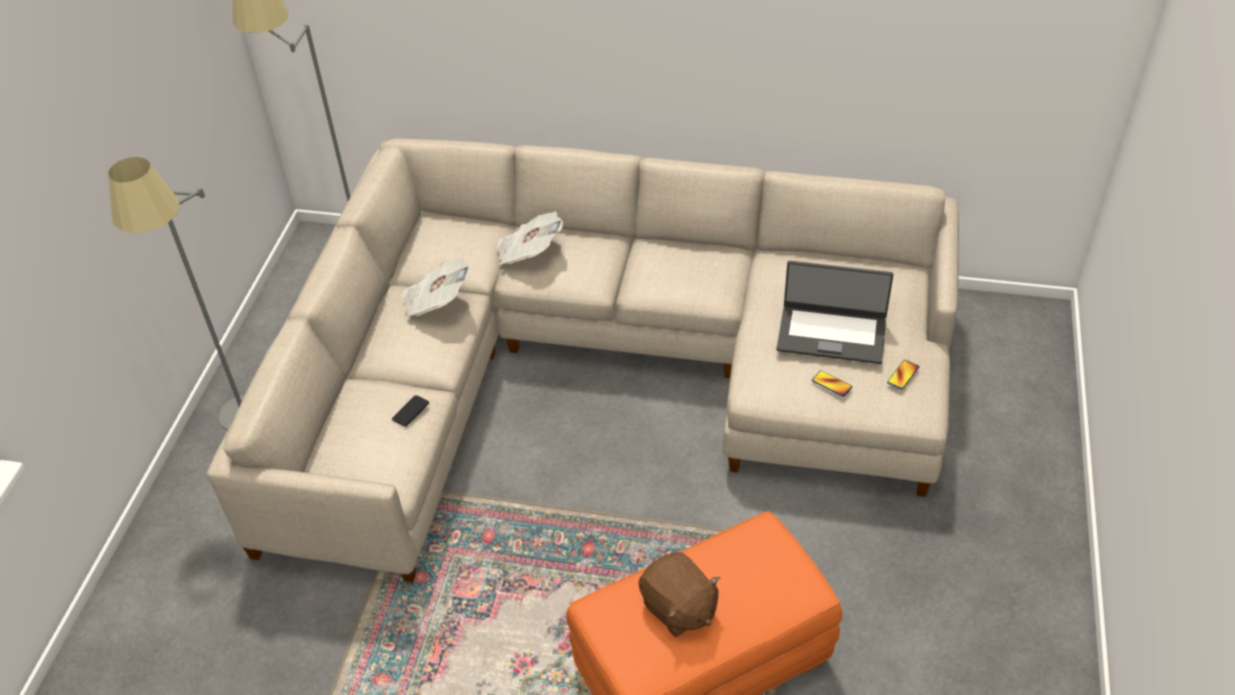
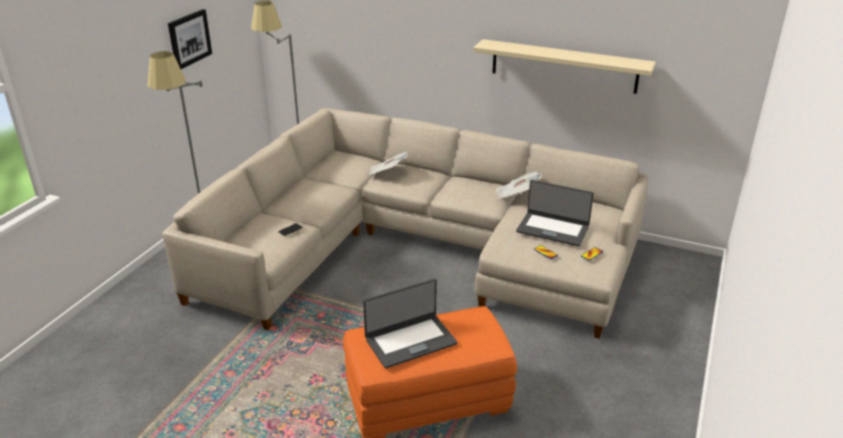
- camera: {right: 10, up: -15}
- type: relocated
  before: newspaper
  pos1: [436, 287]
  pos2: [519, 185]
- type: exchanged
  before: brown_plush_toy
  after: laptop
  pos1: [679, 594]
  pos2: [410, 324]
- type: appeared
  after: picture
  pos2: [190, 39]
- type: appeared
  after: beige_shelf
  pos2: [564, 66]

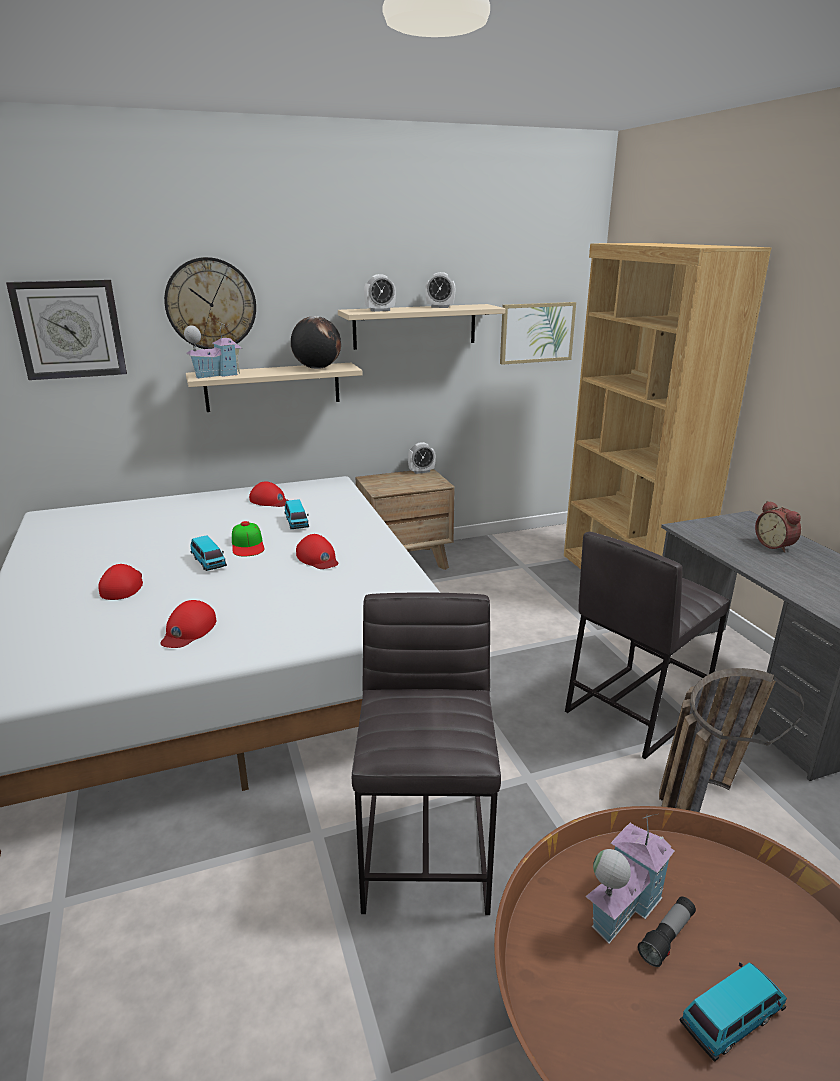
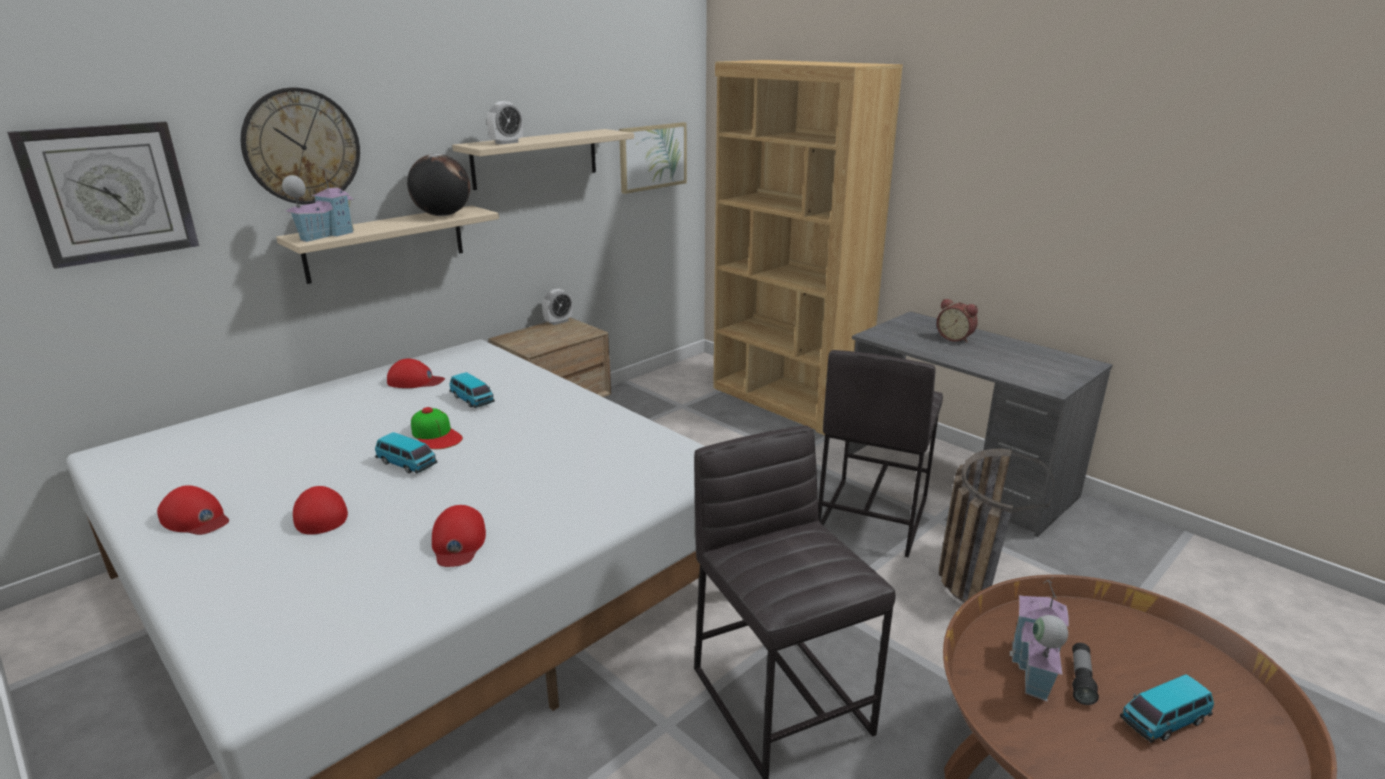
- camera: {right: -25, up: 0}
- type: relocated
  before: red_cap
  pos1: [317, 551]
  pos2: [193, 510]
- type: missing
  before: alarm_clock
  pos1: [440, 290]
- type: spun
  before: toy_car
  pos1: [733, 1012]
  pos2: [1167, 708]
  turn: -150

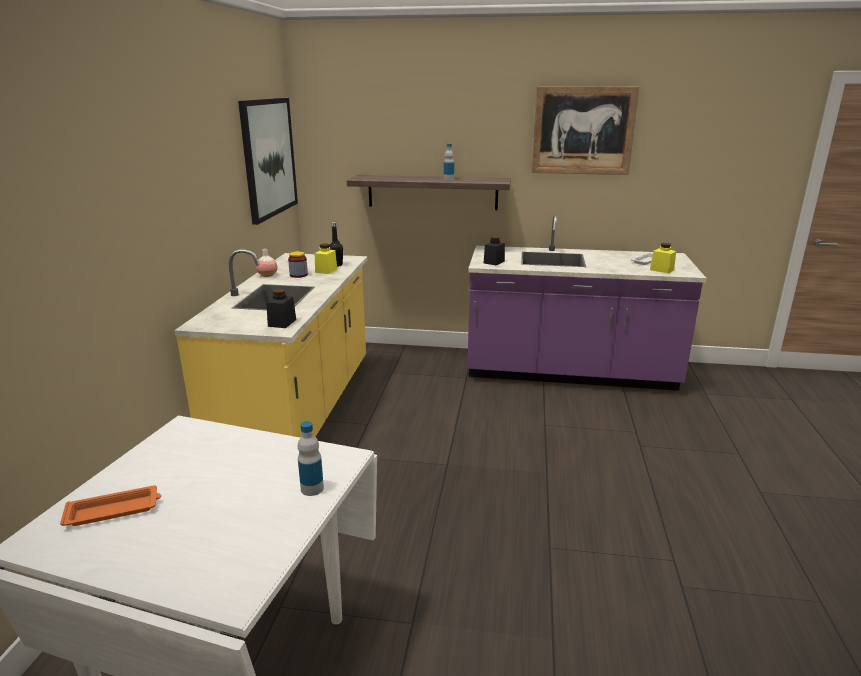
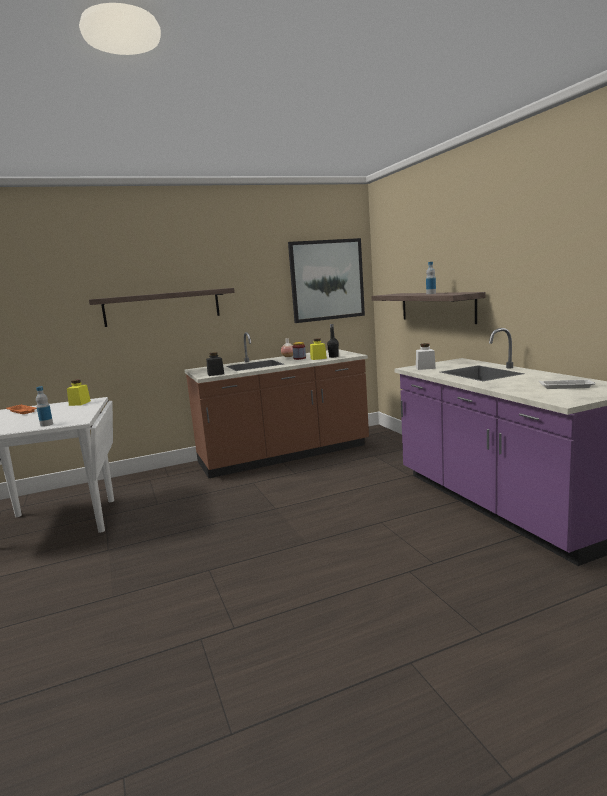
- camera: {right: 60, up: -10}
- type: colour
  before: yellow_counter
  after: brown_counter
  pos1: [270, 343]
  pos2: [277, 405]
- type: colour
  before: black_jar
  after: white_jar
  pos1: [494, 250]
  pos2: [426, 356]
- type: missing
  before: picture
  pos1: [585, 130]
- type: relocated
  before: yellow_jar
  pos1: [663, 258]
  pos2: [79, 392]
- type: appeared
  after: shelf
  pos2: [162, 307]

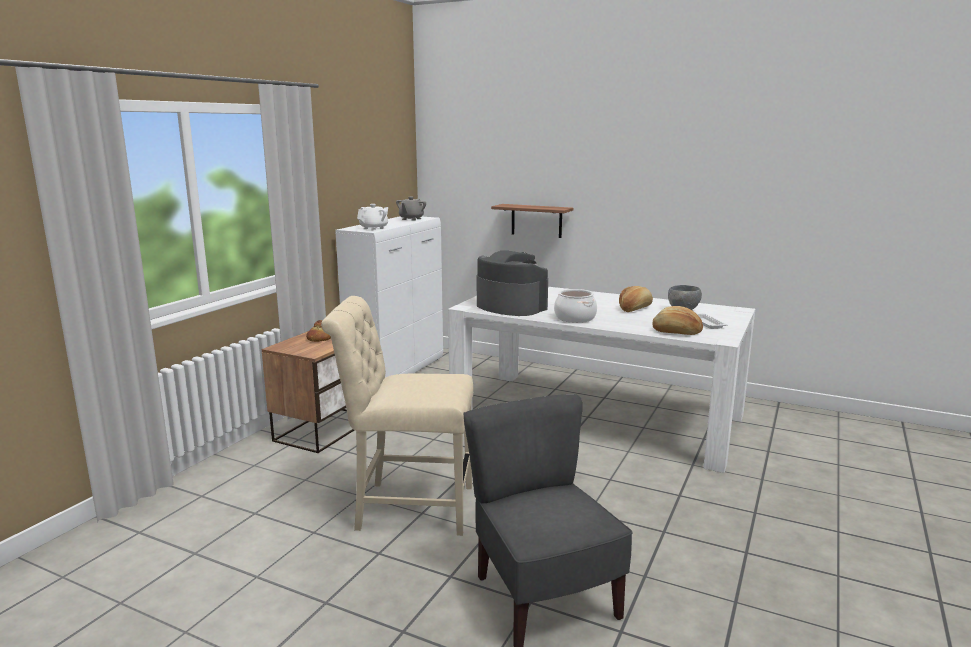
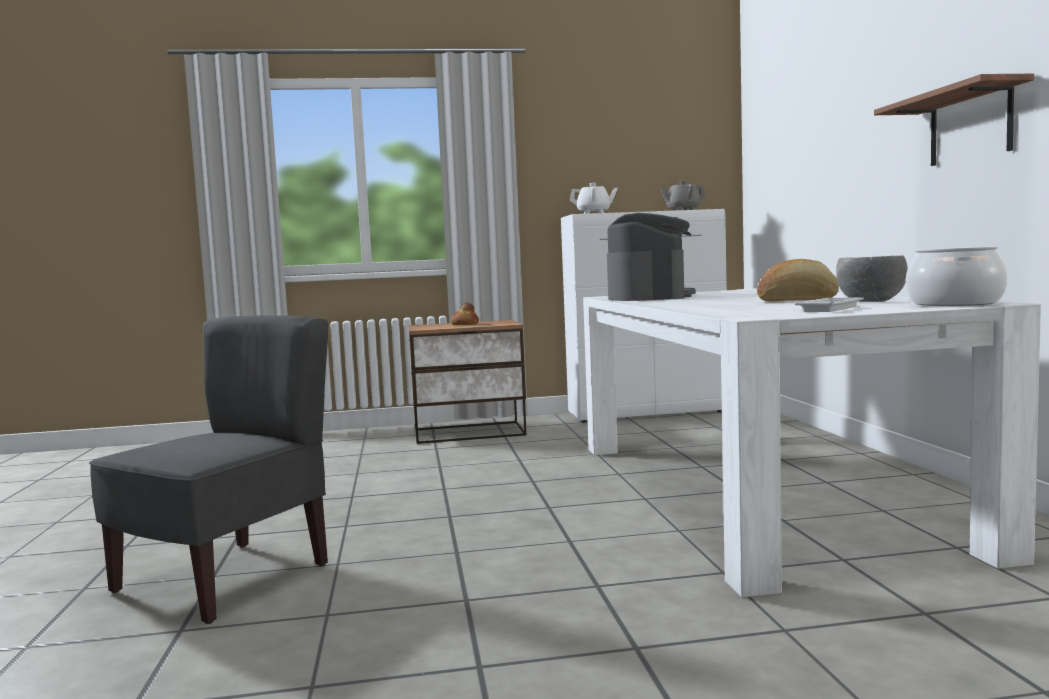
- camera: {right: 55, up: -10}
- type: missing
  before: beige_chair
  pos1: [397, 416]
- type: relocated
  before: shelf
  pos1: [532, 221]
  pos2: [954, 120]
- type: relocated
  before: cooking_pot
  pos1: [575, 306]
  pos2: [957, 276]
- type: missing
  before: bread
  pos1: [678, 320]

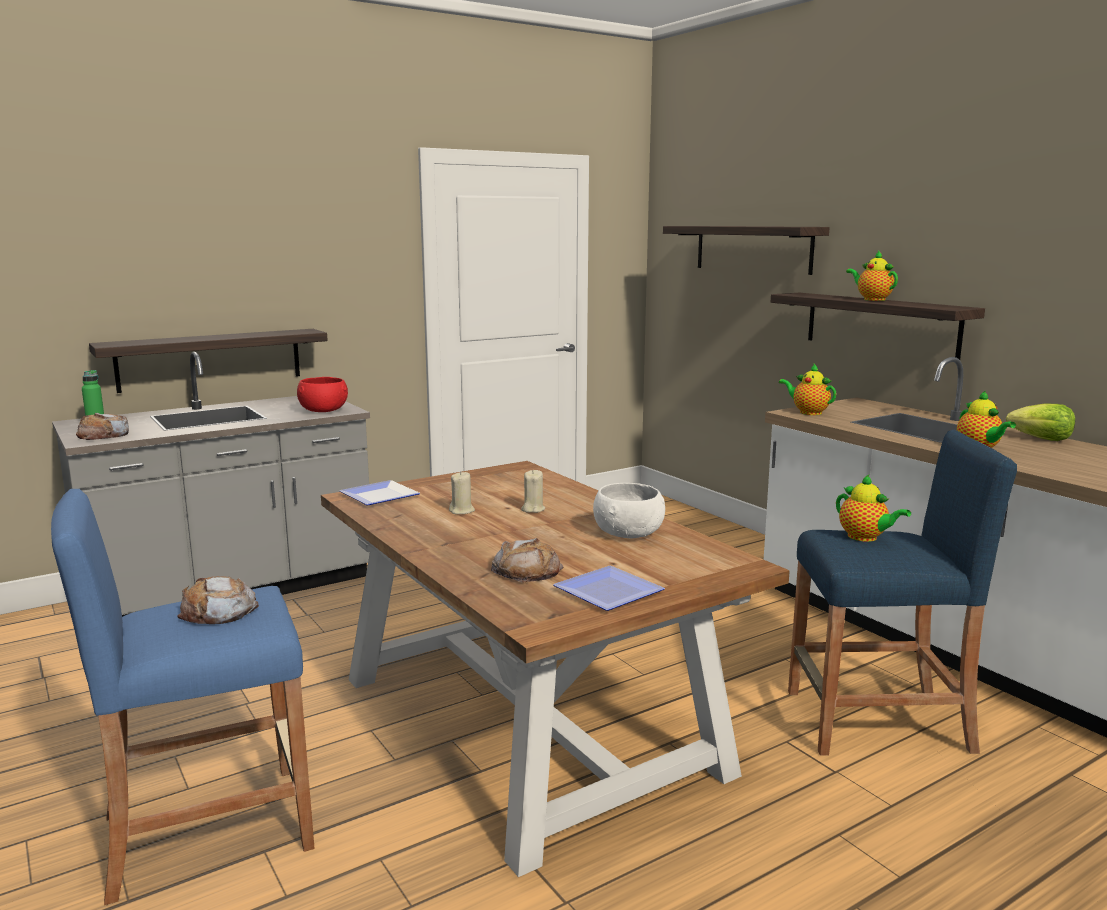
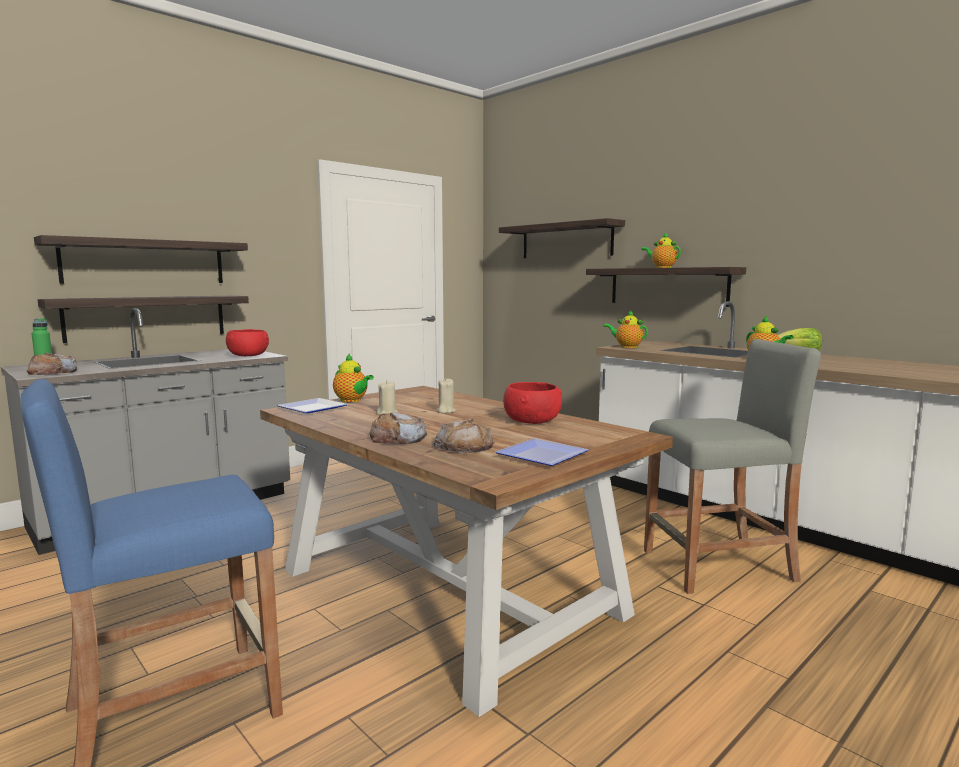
- camera: {right: -10, up: -5}
- type: relocated
  before: bread
  pos1: [218, 600]
  pos2: [398, 428]
- type: colour
  before: white_bowl
  after: red_bowl
  pos1: [629, 511]
  pos2: [532, 403]
- type: colour
  before: blue_stool
  after: grey_stool
  pos1: [902, 592]
  pos2: [732, 466]
- type: relocated
  before: teapot
  pos1: [873, 508]
  pos2: [353, 377]
- type: appeared
  after: shelf
  pos2: [141, 259]

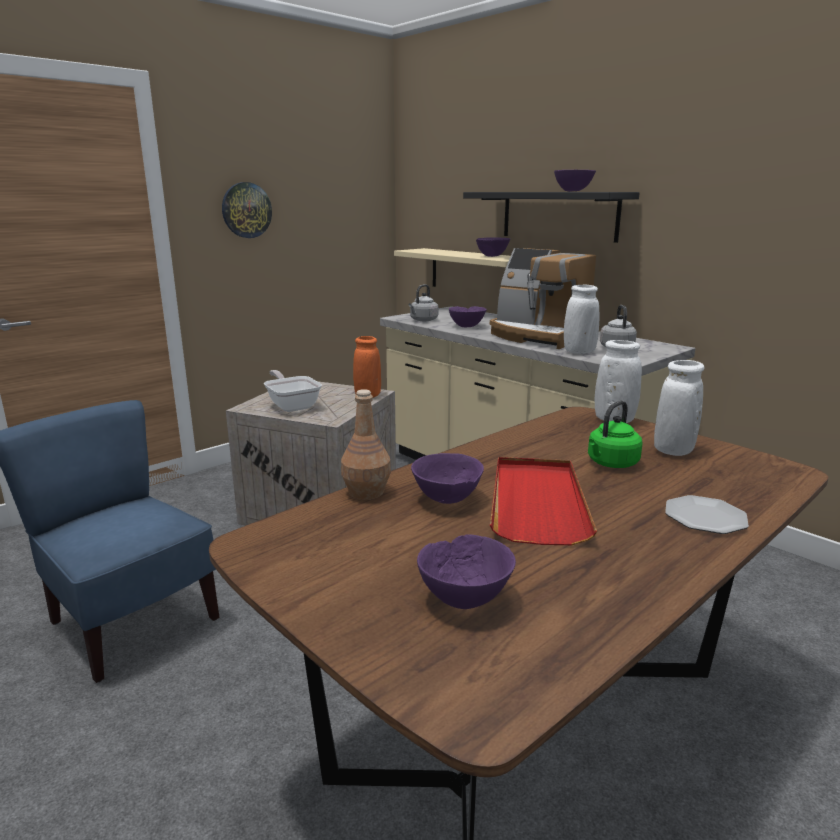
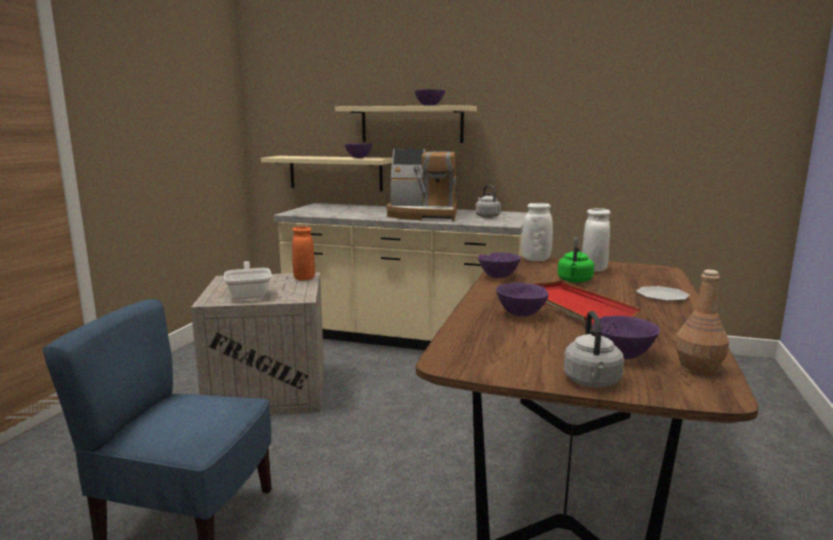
- camera: {right: -30, up: -5}
- type: missing
  before: wall_clock
  pos1: [247, 210]
- type: spun
  before: frying_pan
  pos1: [293, 391]
  pos2: [248, 280]
  turn: 45
- type: relocated
  before: brown_bottle
  pos1: [366, 444]
  pos2: [702, 323]
- type: relocated
  before: grey_kettle
  pos1: [423, 302]
  pos2: [594, 349]
- type: relocated
  before: purple_bowl
  pos1: [468, 316]
  pos2: [499, 265]
- type: colour
  before: black_shelf
  after: beige_shelf
  pos1: [551, 217]
  pos2: [406, 124]
- type: missing
  before: white_vase
  pos1: [581, 319]

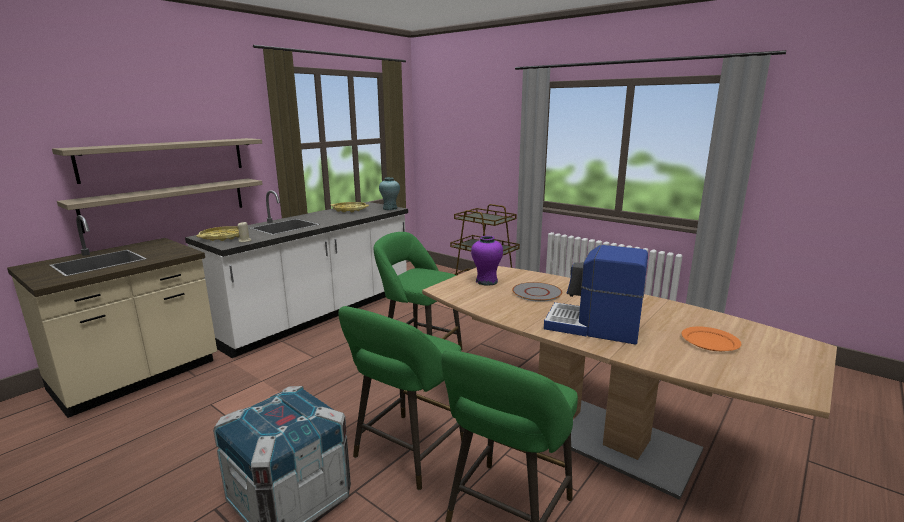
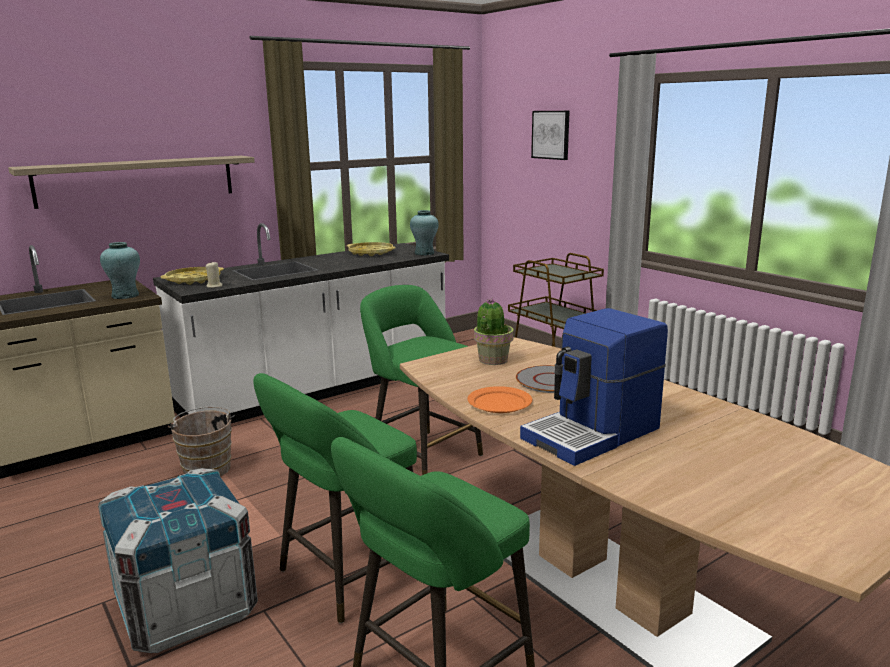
- camera: {right: 15, up: 0}
- type: missing
  before: shelf
  pos1: [160, 205]
- type: exchanged
  before: purple_vase
  after: potted_plant
  pos1: [487, 261]
  pos2: [494, 331]
- type: spun
  before: coffee_machine
  pos1: [596, 295]
  pos2: [594, 387]
  turn: -75
- type: relocated
  before: orange_plate
  pos1: [711, 338]
  pos2: [499, 399]
- type: appeared
  after: turquoise_vase
  pos2: [120, 270]
- type: appeared
  after: brown_bucket
  pos2: [201, 441]
- type: appeared
  after: picture
  pos2: [550, 135]

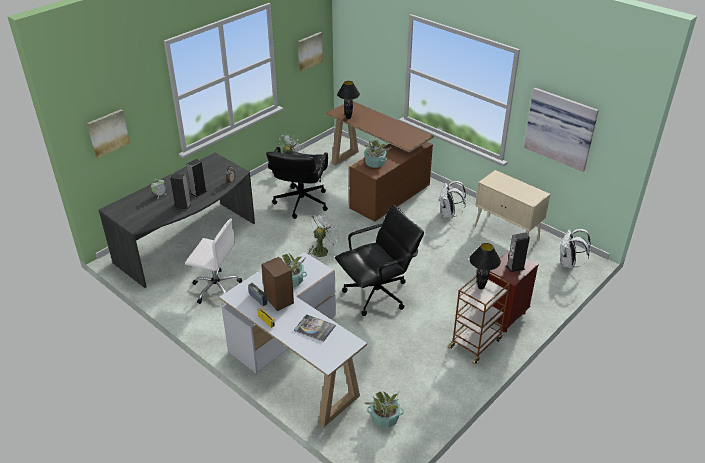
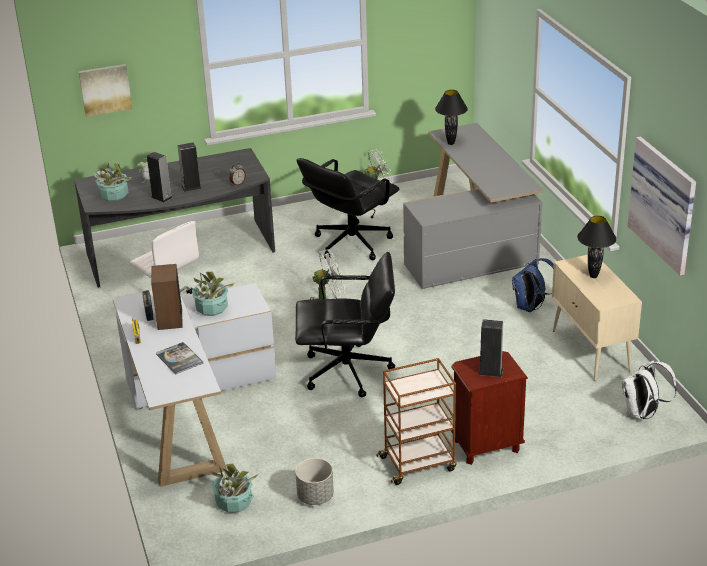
- camera: {right: 30, up: -5}
- type: missing
  before: picture
  pos1: [310, 51]
- type: colour
  before: brown_desk
  after: grey_desk
  pos1: [380, 161]
  pos2: [473, 206]
- type: relocated
  before: potted_plant
  pos1: [377, 154]
  pos2: [113, 181]
- type: colour
  before: white_backpack
  after: blue_backpack
  pos1: [452, 199]
  pos2: [533, 285]
- type: relocated
  before: black_table_lamp
  pos1: [485, 266]
  pos2: [596, 247]
- type: appeared
  after: grey_planter
  pos2: [314, 481]

